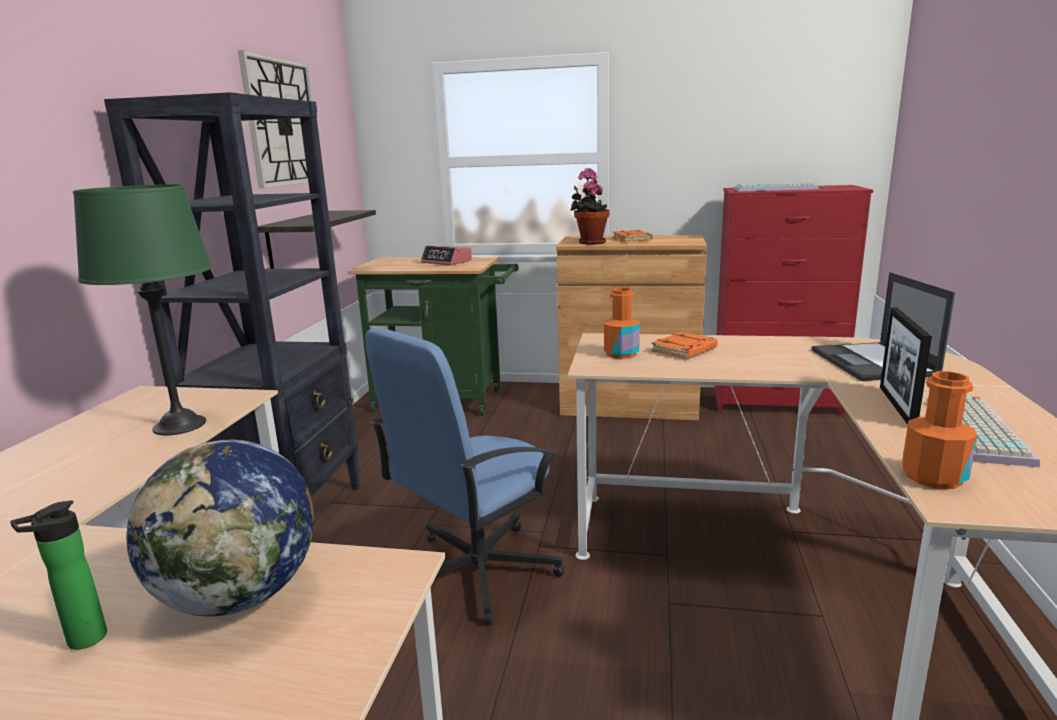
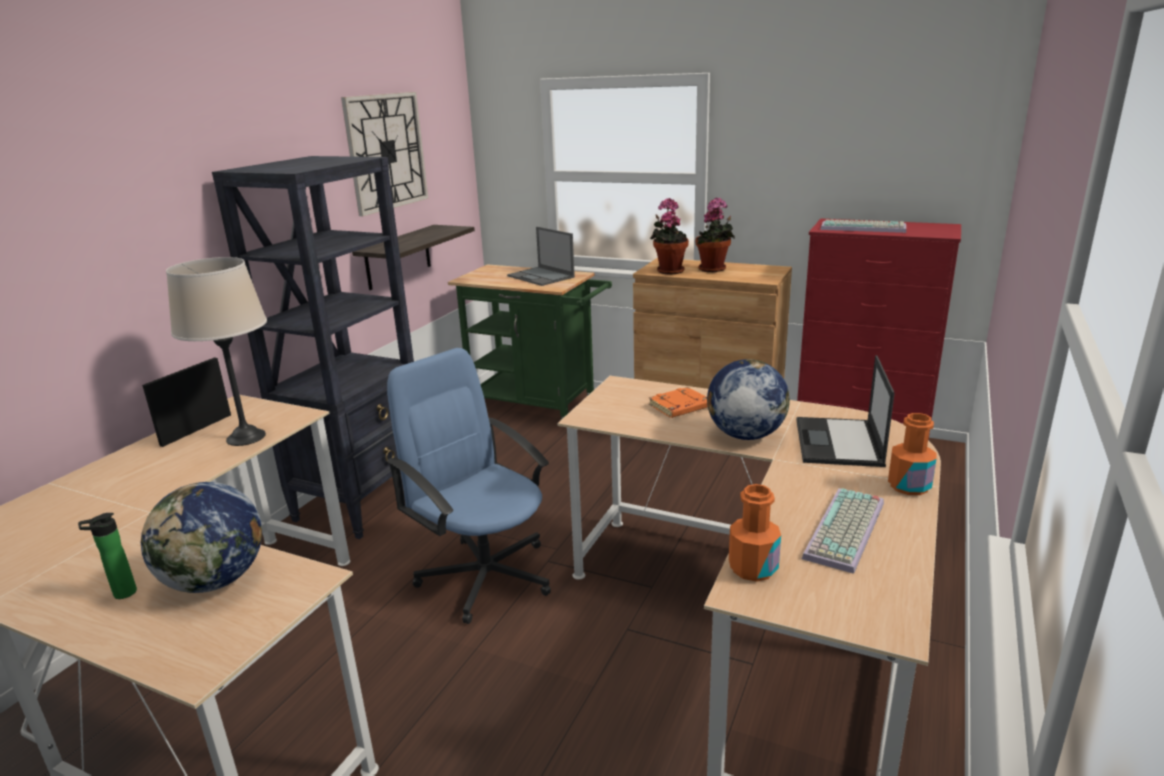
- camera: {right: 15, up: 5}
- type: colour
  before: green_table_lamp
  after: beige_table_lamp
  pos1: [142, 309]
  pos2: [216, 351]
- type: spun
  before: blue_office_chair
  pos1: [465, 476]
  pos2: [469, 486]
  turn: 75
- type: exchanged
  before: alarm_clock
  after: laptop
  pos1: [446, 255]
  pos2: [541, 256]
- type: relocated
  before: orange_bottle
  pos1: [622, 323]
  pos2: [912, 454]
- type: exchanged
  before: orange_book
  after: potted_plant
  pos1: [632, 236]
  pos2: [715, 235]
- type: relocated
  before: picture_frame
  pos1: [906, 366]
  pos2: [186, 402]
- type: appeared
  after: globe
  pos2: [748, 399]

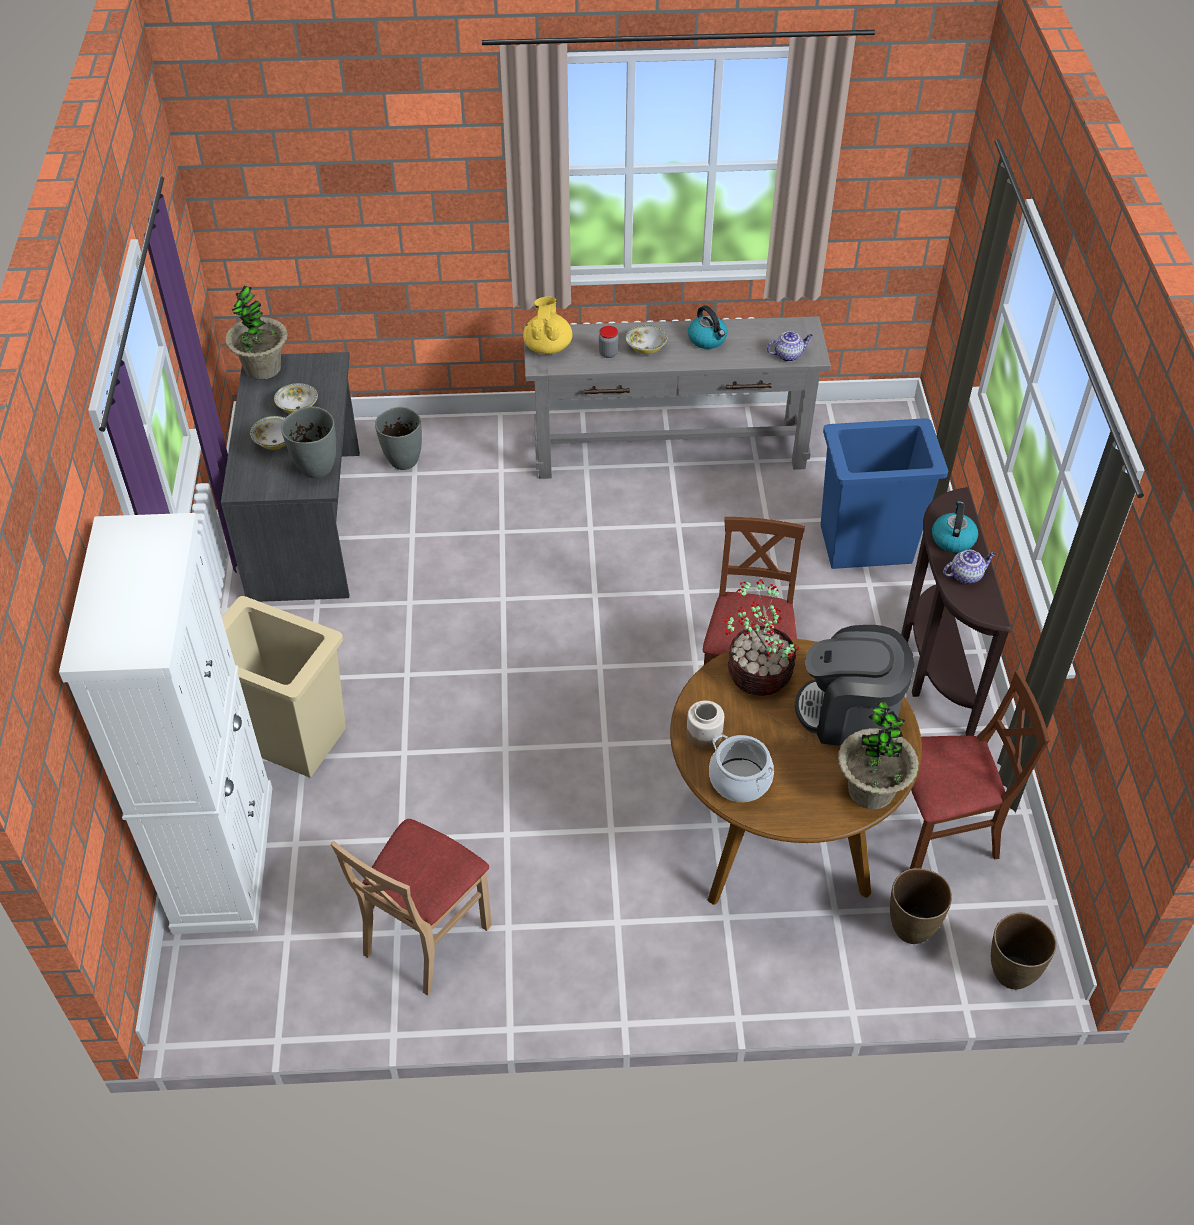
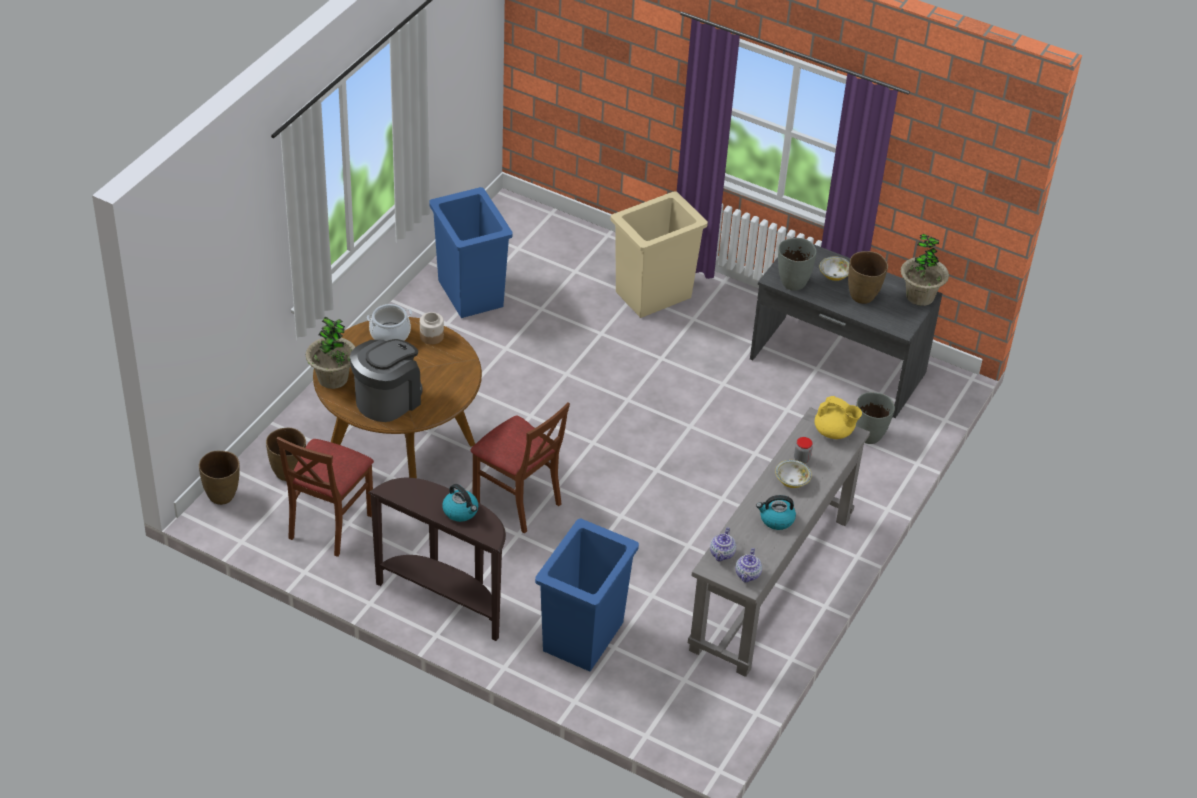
- camera: {right: 120, up: -5}
- type: missing
  before: white_cabinet
  pos1: [165, 723]
- type: exchanged
  before: bowl
  after: brown_vase
  pos1: [296, 398]
  pos2: [868, 277]
- type: exchanged
  before: beige_chair
  after: blue_trash_can
  pos1: [411, 907]
  pos2: [471, 252]
- type: missing
  before: potted_plant
  pos1: [761, 637]
- type: relocated
  before: teapot
  pos1: [969, 567]
  pos2: [749, 565]

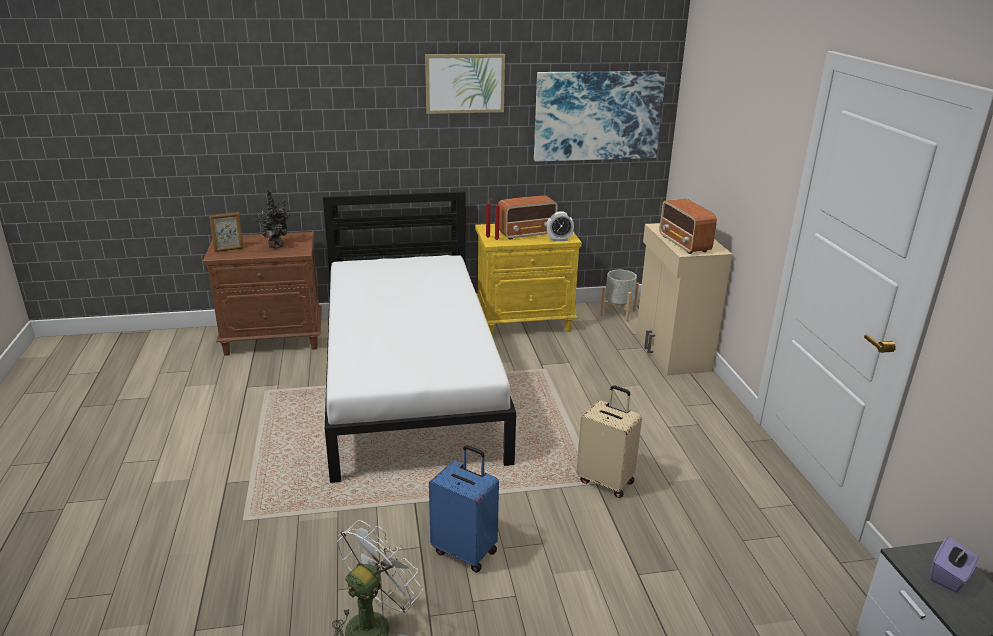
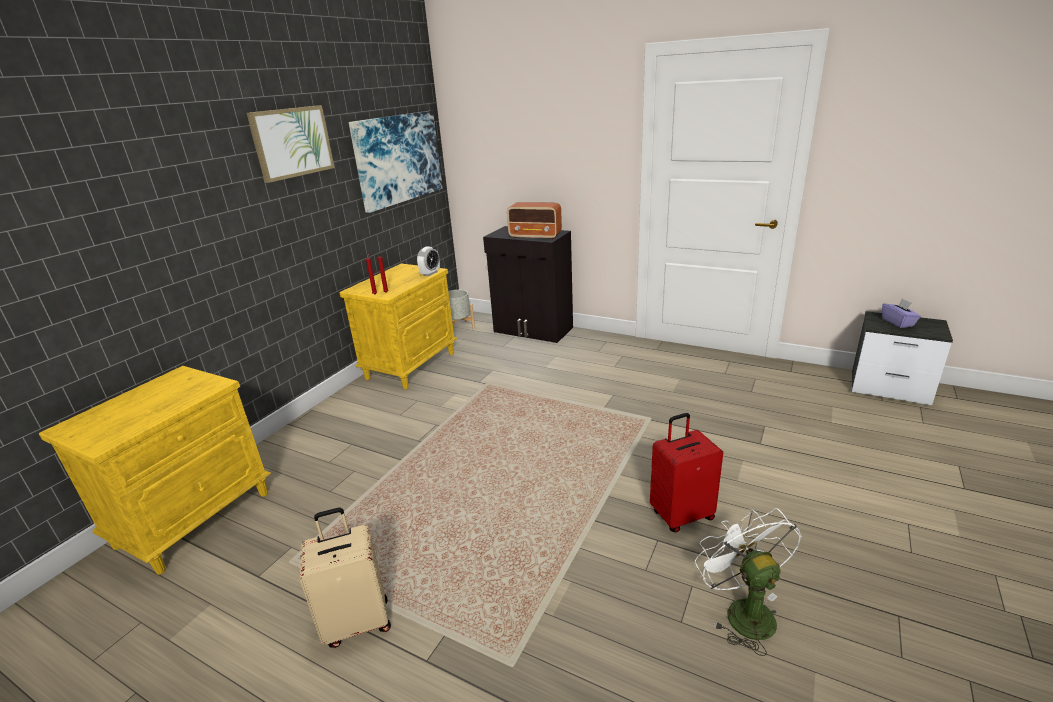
- camera: {right: -50, up: 0}
- type: colour
  before: brown_nightstand
  after: yellow_nightstand
  pos1: [262, 294]
  pos2: [155, 470]
- type: missing
  before: picture_frame
  pos1: [226, 232]
- type: missing
  before: potted_plant
  pos1: [273, 219]
- type: missing
  before: white_bed
  pos1: [419, 337]
- type: colour
  before: blue_suitcase
  after: red_suitcase
  pos1: [464, 509]
  pos2: [686, 472]
- type: missing
  before: radio
  pos1: [528, 217]
- type: relocated
  before: beige_suitcase
  pos1: [609, 441]
  pos2: [345, 578]
- type: colour
  before: beige_cabinet
  after: black_cabinet
  pos1: [684, 299]
  pos2: [528, 284]

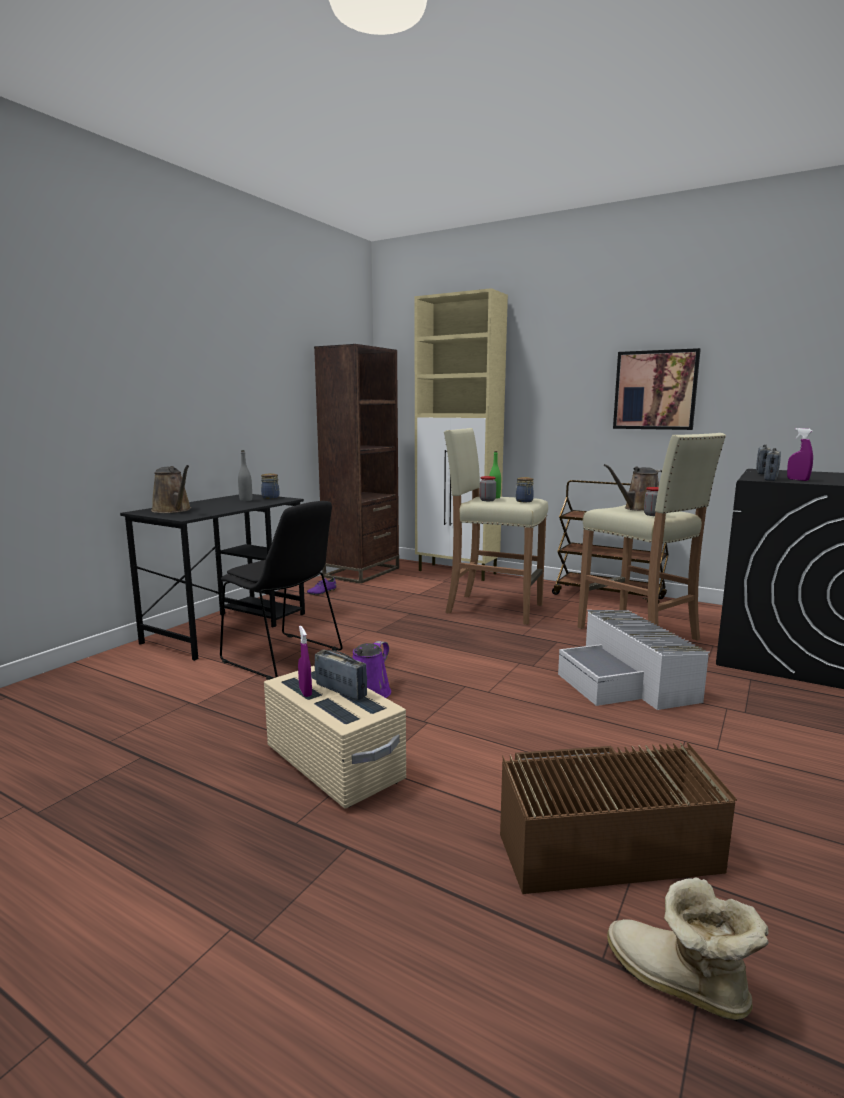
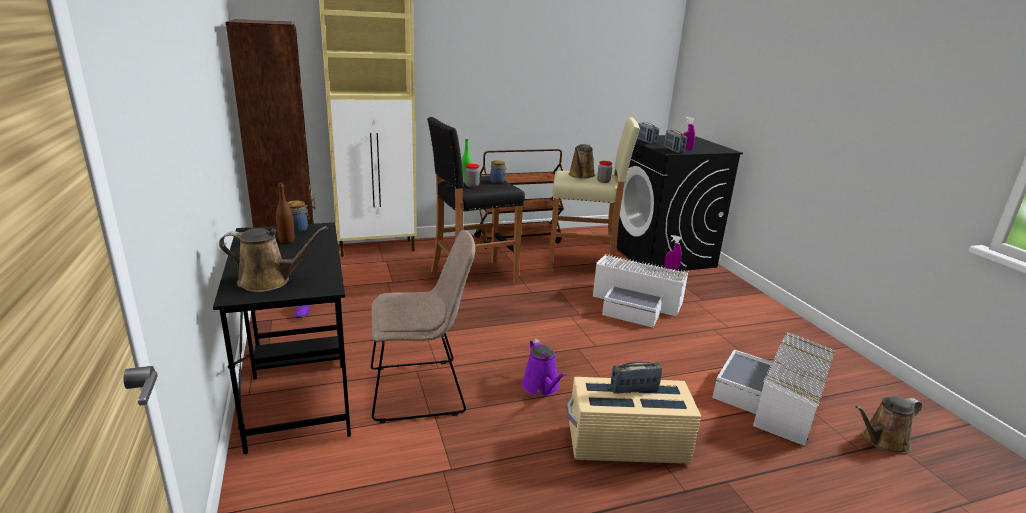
- camera: {right: -50, up: 10}
- type: colour
  before: black_chair
  after: beige_chair
  pos1: [281, 590]
  pos2: [423, 326]
- type: colour
  before: grey_bottle
  after: brown_bottle
  pos1: [245, 475]
  pos2: [285, 213]
- type: relocated
  before: purple_spray_bottle
  pos1: [305, 661]
  pos2: [673, 252]
- type: colour
  before: beige_stool
  after: black_stool
  pos1: [496, 526]
  pos2: [476, 200]
- type: colour
  before: brown_storage_box
  after: white_storage_box
  pos1: [618, 818]
  pos2: [773, 389]
- type: exchanged
  before: boot
  after: brown_watering_can
  pos1: [688, 949]
  pos2: [888, 425]
- type: missing
  before: picture
  pos1: [657, 389]

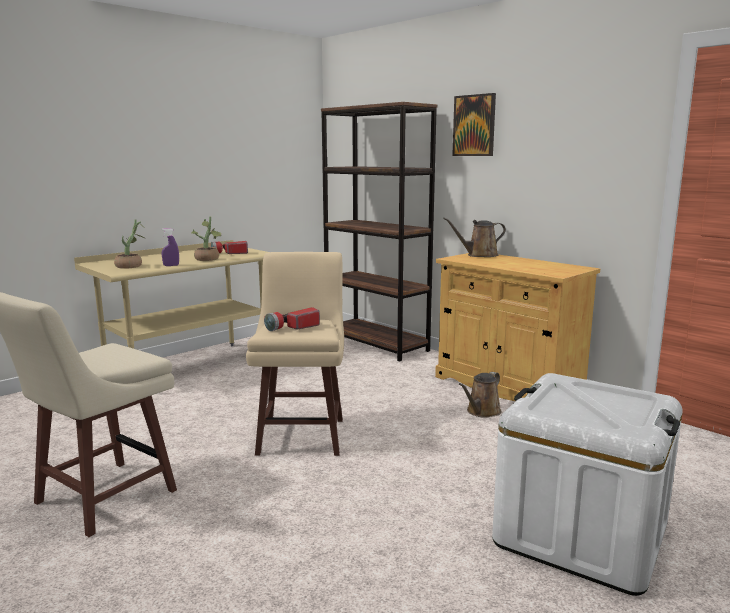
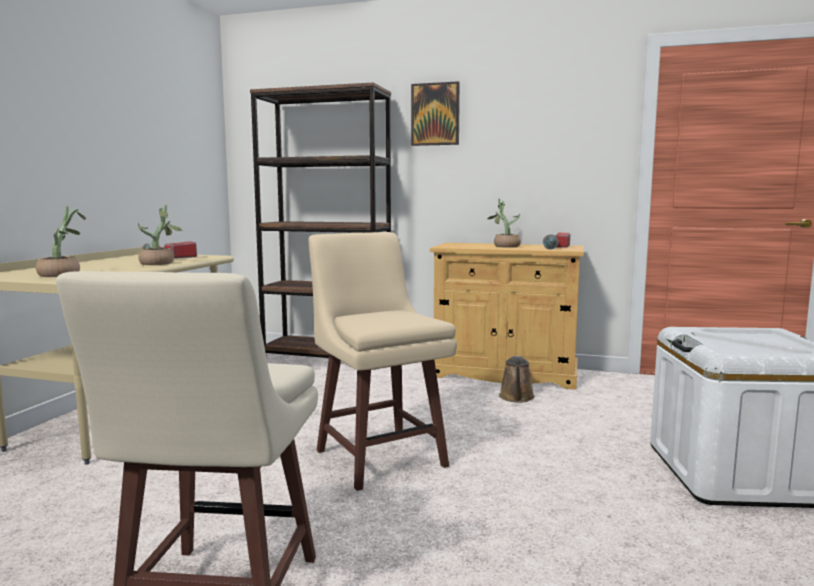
- camera: {right: -30, up: -5}
- type: missing
  before: purple_spray_bottle
  pos1: [170, 247]
- type: relocated
  before: flashlight
  pos1: [292, 319]
  pos2: [556, 241]
- type: missing
  before: brown_watering_can
  pos1: [474, 237]
- type: appeared
  after: potted_plant
  pos2: [504, 223]

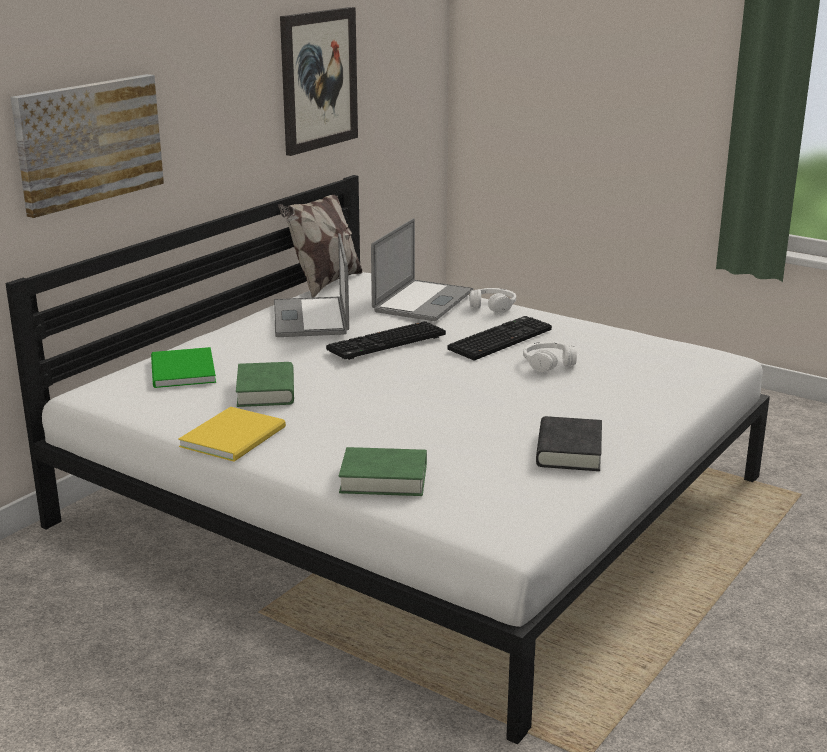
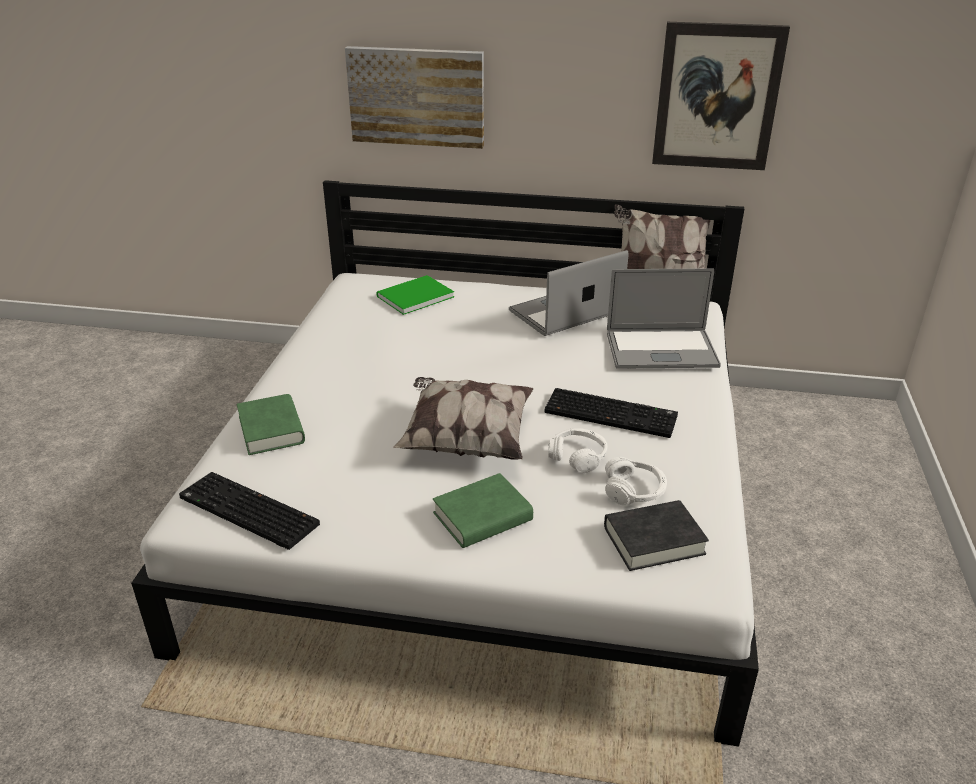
- camera: {right: 65, up: 10}
- type: missing
  before: yellow_book
  pos1: [232, 434]
- type: relocated
  before: green_book
  pos1: [265, 384]
  pos2: [483, 510]
- type: relocated
  before: keyboard
  pos1: [386, 340]
  pos2: [249, 511]
- type: relocated
  before: white_headphones
  pos1: [493, 300]
  pos2: [636, 481]
- type: relocated
  before: black_book
  pos1: [569, 443]
  pos2: [656, 535]
- type: appeared
  after: pillow
  pos2: [463, 418]

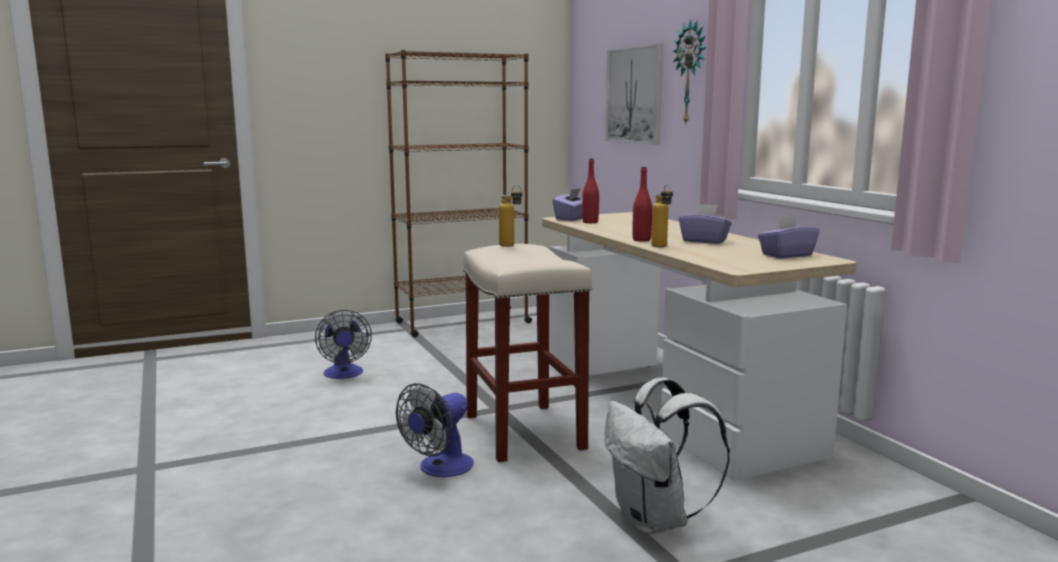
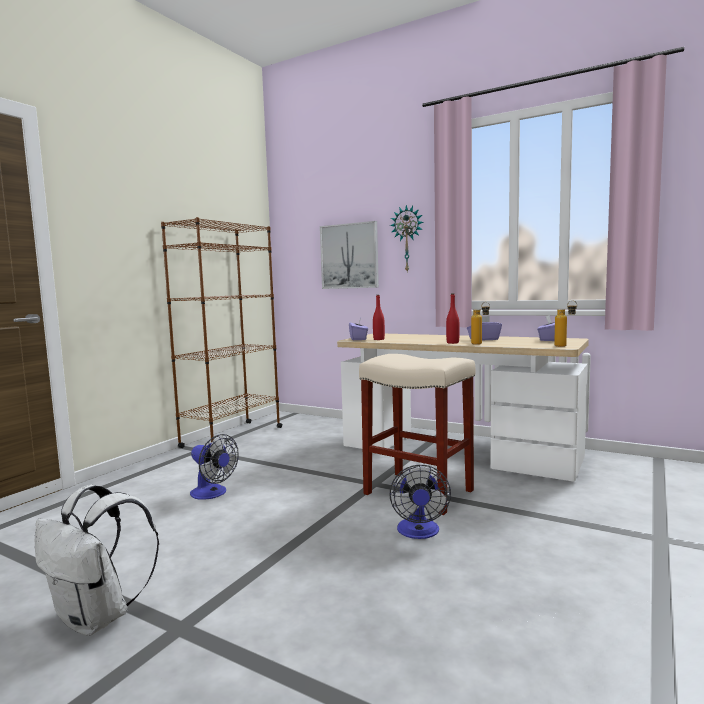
- camera: {right: -35, up: -5}
- type: relocated
  before: bottle
  pos1: [511, 216]
  pos2: [565, 324]
- type: relocated
  before: white_backpack
  pos1: [667, 456]
  pos2: [97, 560]

